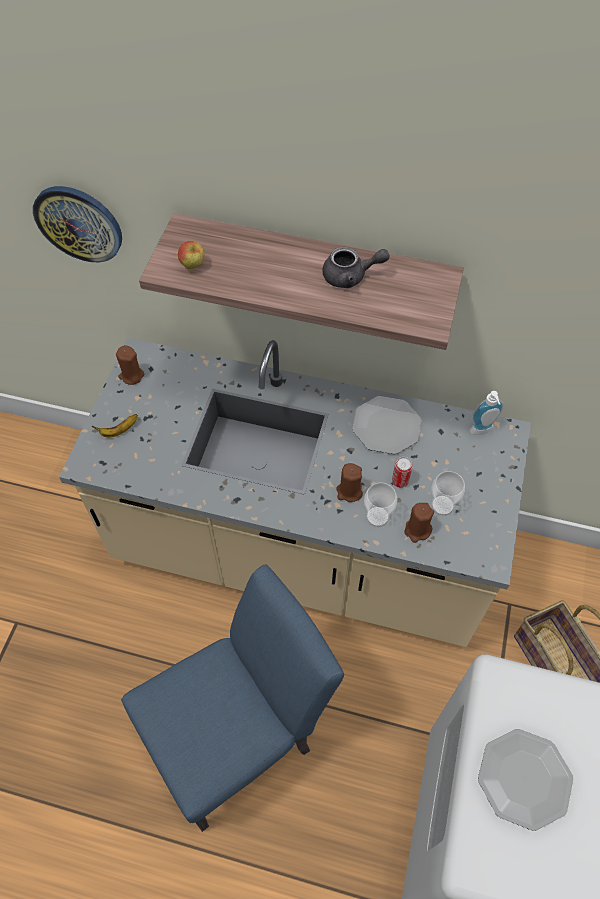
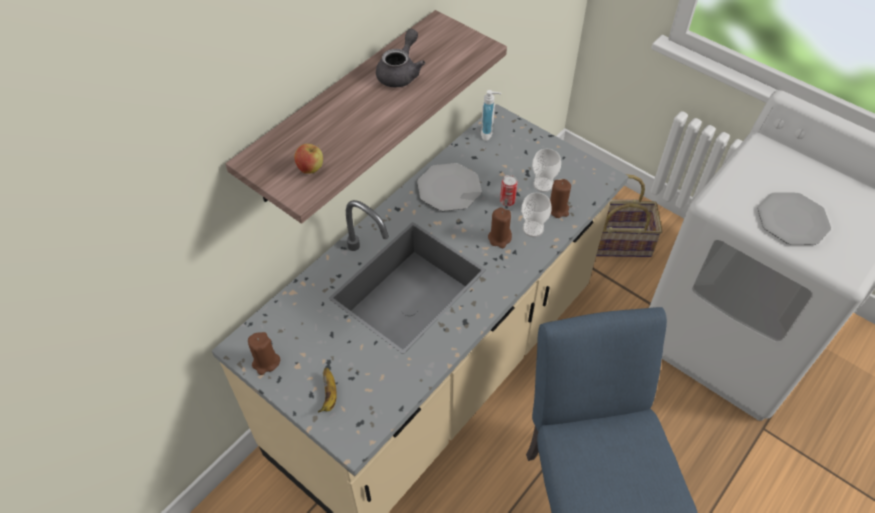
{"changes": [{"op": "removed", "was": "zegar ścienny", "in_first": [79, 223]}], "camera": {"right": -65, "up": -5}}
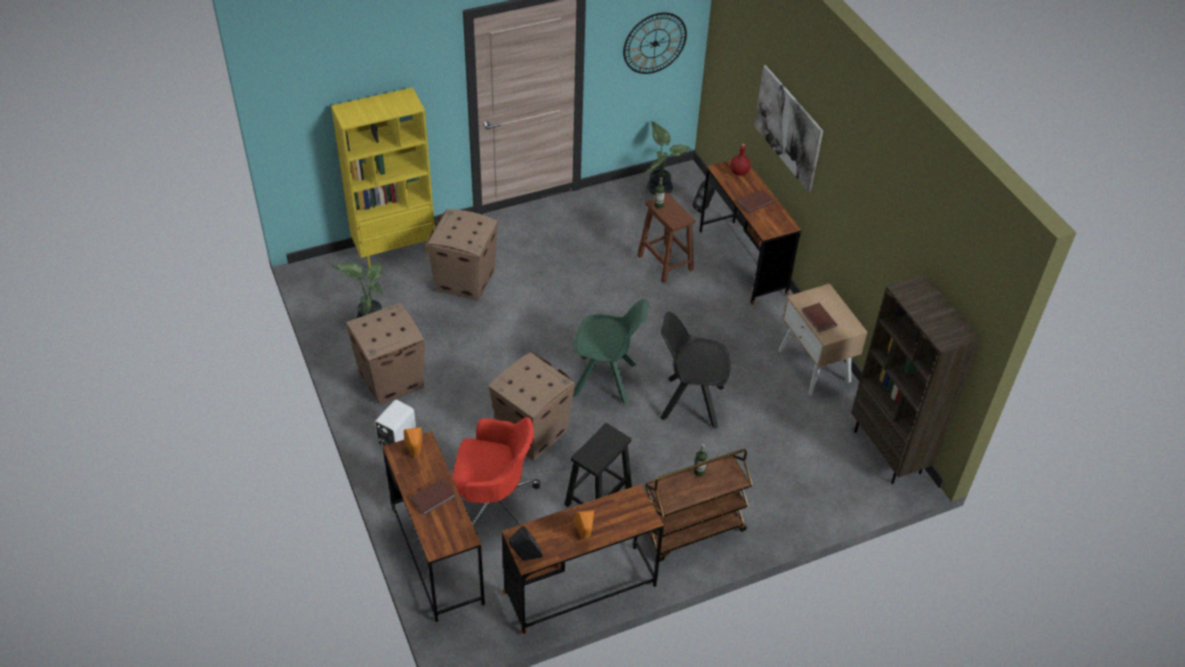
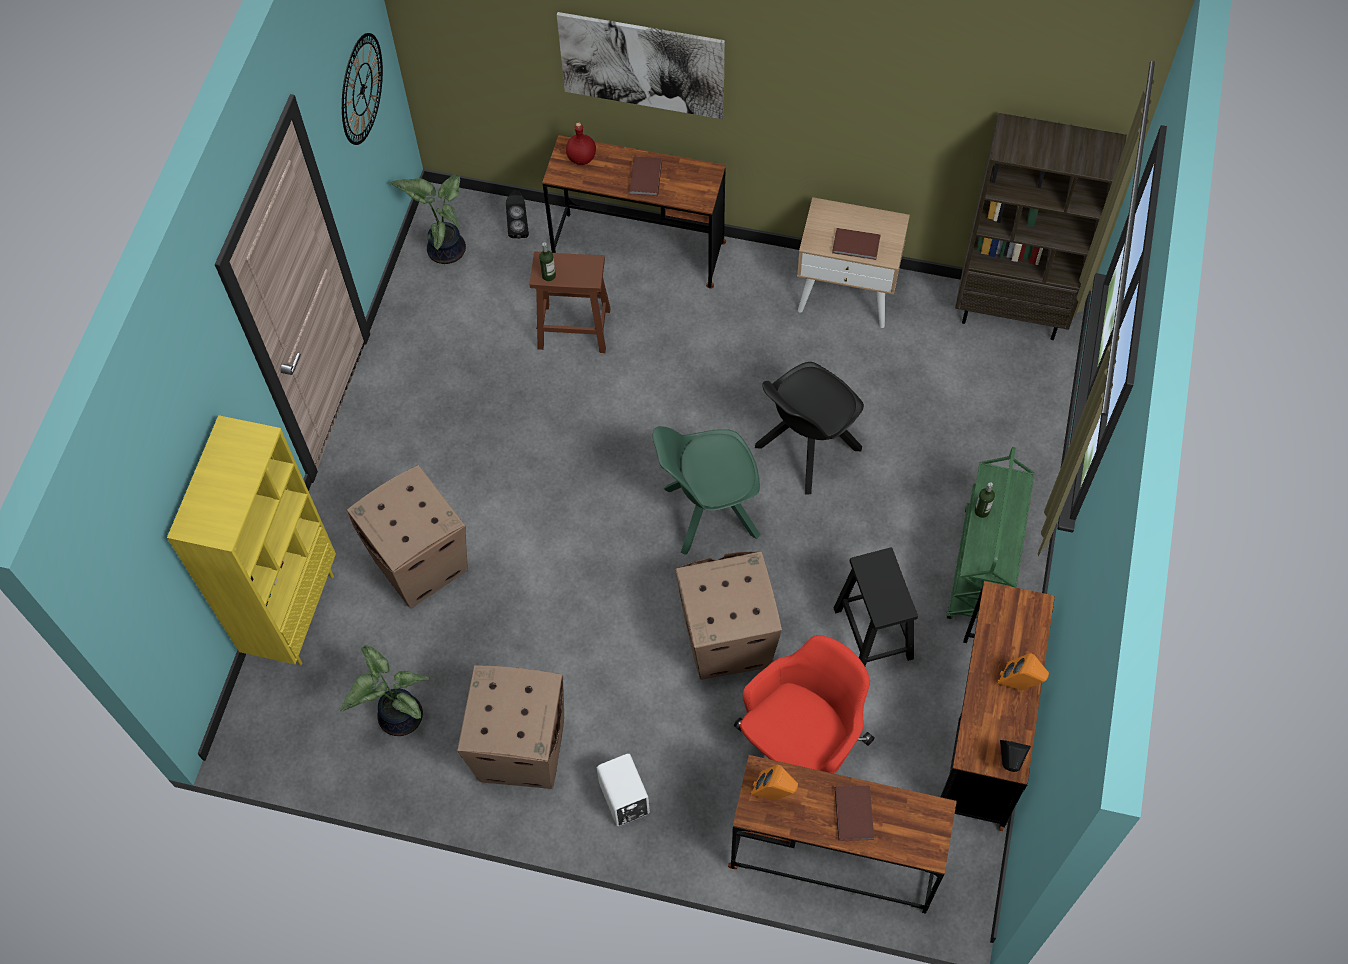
{"changes": [{"op": "turned", "was": "krzesło (zielony)", "in_first": [606, 380], "in_second": [708, 512], "clockwise": -150}, {"op": "recoloured", "was": "wózek (brązowy)", "now": "wózek (zielony)", "in_first": [692, 531], "in_second": [983, 569]}], "camera": {"right": -50, "up": 15}}
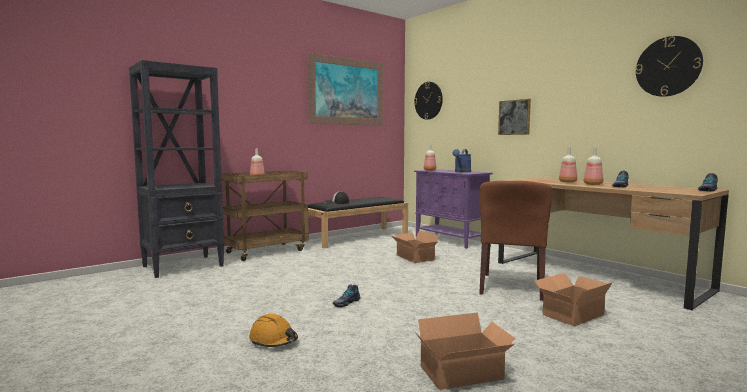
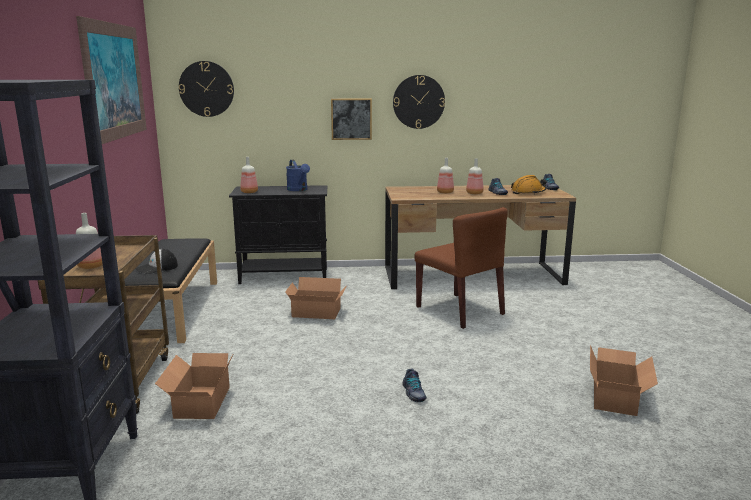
{"changes": [{"op": "moved", "was": "zegar ścienny", "in_first": [668, 66], "in_second": [418, 102]}, {"op": "recoloured", "was": "szafka (fioletowy)", "now": "szafka (czarny)", "in_first": [451, 240], "in_second": [285, 276]}, {"op": "moved", "was": "karton", "in_first": [570, 314], "in_second": [199, 403]}, {"op": "moved", "was": "kask (pomarańczowy)", "in_first": [273, 340], "in_second": [528, 192]}], "camera": {"right": -55, "up": 10}}
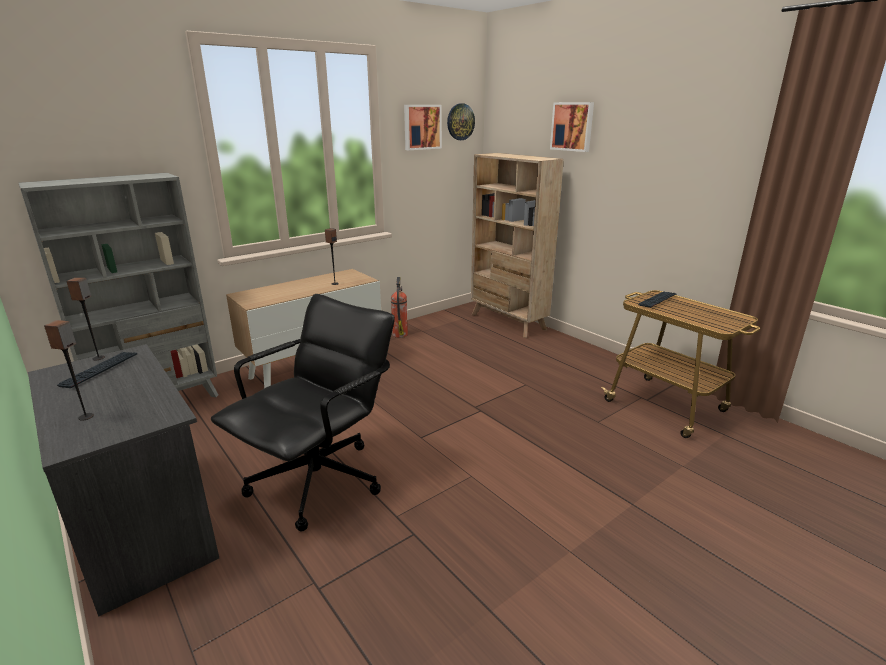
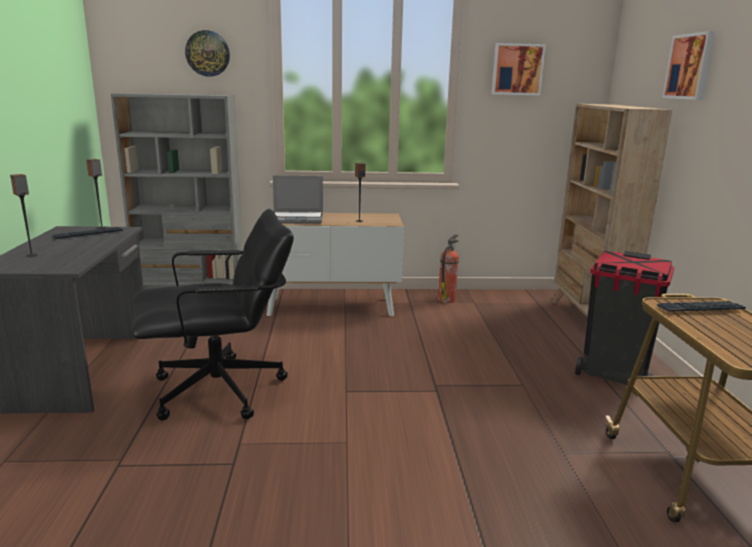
{"changes": [{"op": "moved", "was": "zegar ścienny", "in_first": [460, 122], "in_second": [207, 53]}, {"op": "added", "now": "laptop", "in_second": [298, 219]}, {"op": "added", "now": "kosz na śmieci (czarny)", "in_second": [614, 375]}], "camera": {"right": 35, "up": -5}}
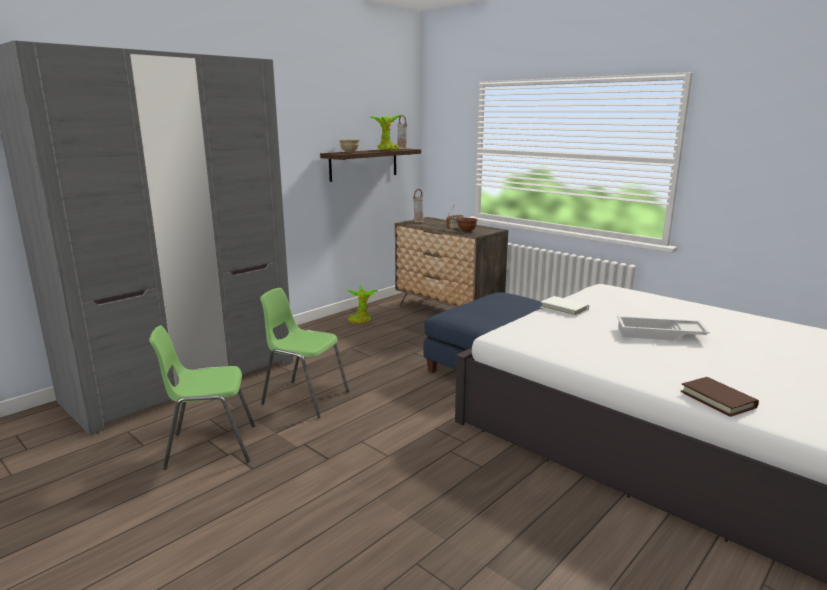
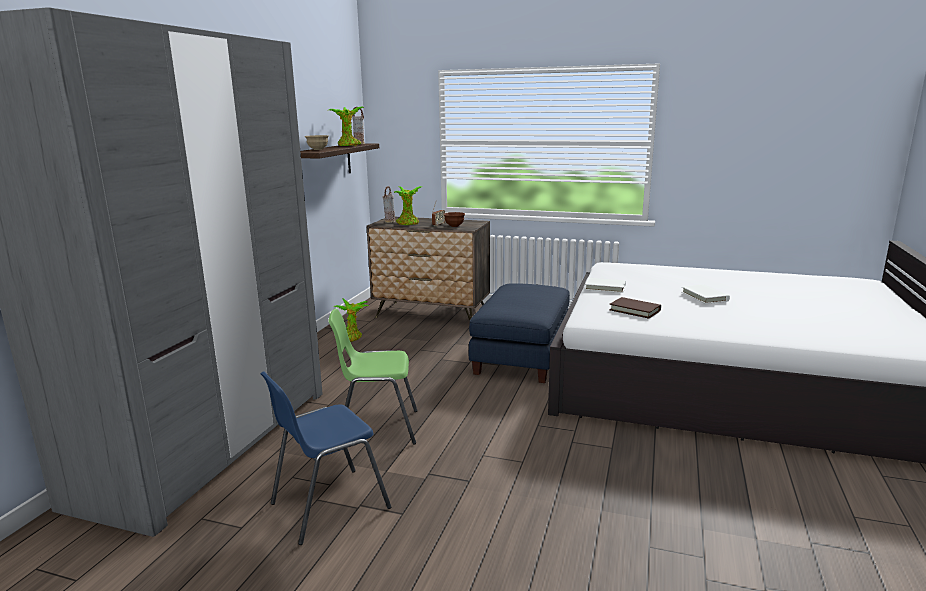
{"changes": [{"op": "replaced", "was": "taca (biały)", "now": "książka (biały)", "in_first": [659, 334], "in_second": [704, 296]}, {"op": "recoloured", "was": "krzesło (zielony)", "now": "krzesło (niebieski)", "in_first": [210, 447], "in_second": [328, 505]}, {"op": "moved", "was": "książka (brązowy)", "in_first": [717, 399], "in_second": [634, 310]}, {"op": "added", "now": "roślina doniczkowa", "in_second": [408, 224]}], "camera": {"right": -25, "up": 0}}
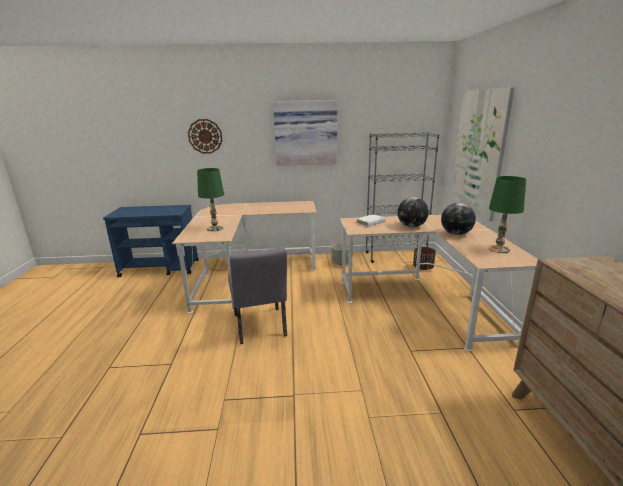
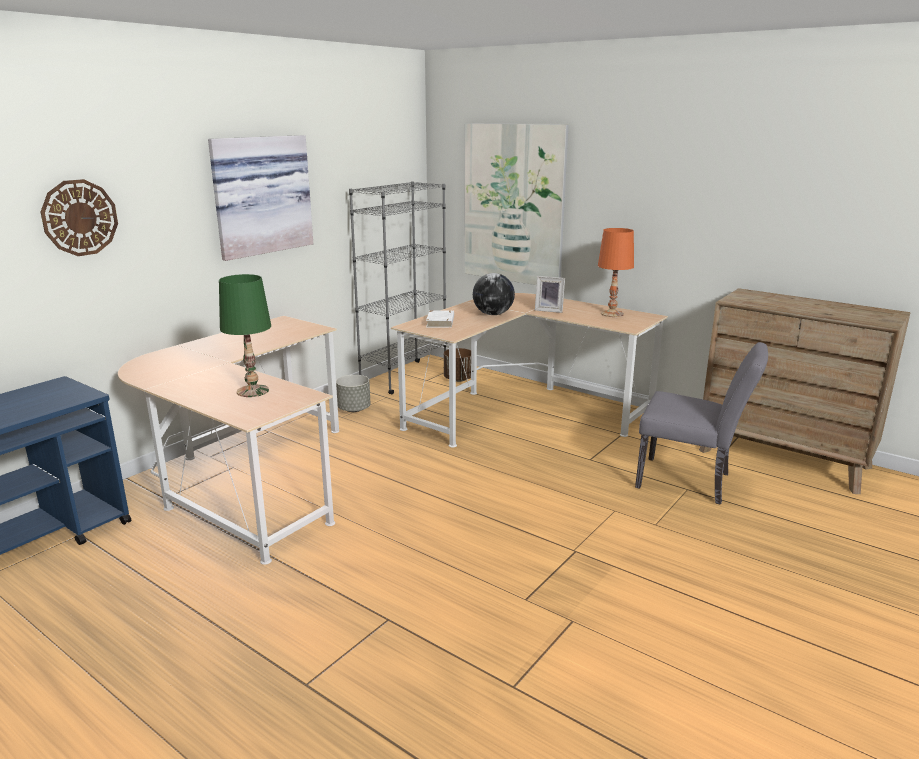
{"changes": [{"op": "recoloured", "was": "lampa stołowa (zielony)", "now": "lampa stołowa (pomarańczowy)", "in_first": [499, 249], "in_second": [612, 314]}, {"op": "replaced", "was": "globus", "now": "ramka na zdjęcie", "in_first": [456, 234], "in_second": [549, 310]}, {"op": "moved", "was": "krzesło (szary)", "in_first": [260, 328], "in_second": [691, 482]}], "camera": {"right": -50, "up": 0}}
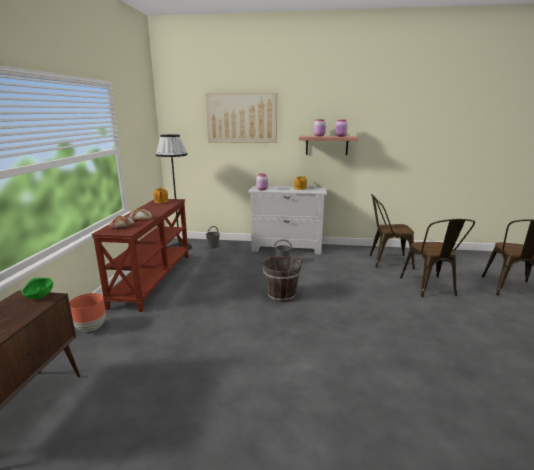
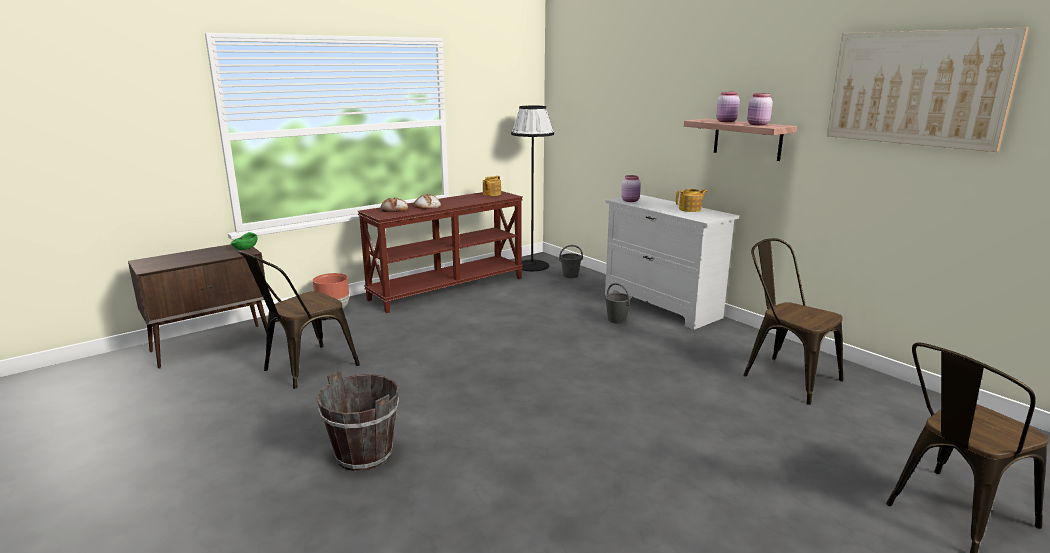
{"changes": [{"op": "moved", "was": "obraz", "in_first": [241, 118], "in_second": [916, 88]}, {"op": "moved", "was": "krzesło (brązowy)", "in_first": [430, 288], "in_second": [304, 369]}, {"op": "moved", "was": "wiadro (brązowy)", "in_first": [281, 295], "in_second": [364, 454]}], "camera": {"right": 45, "up": 0}}
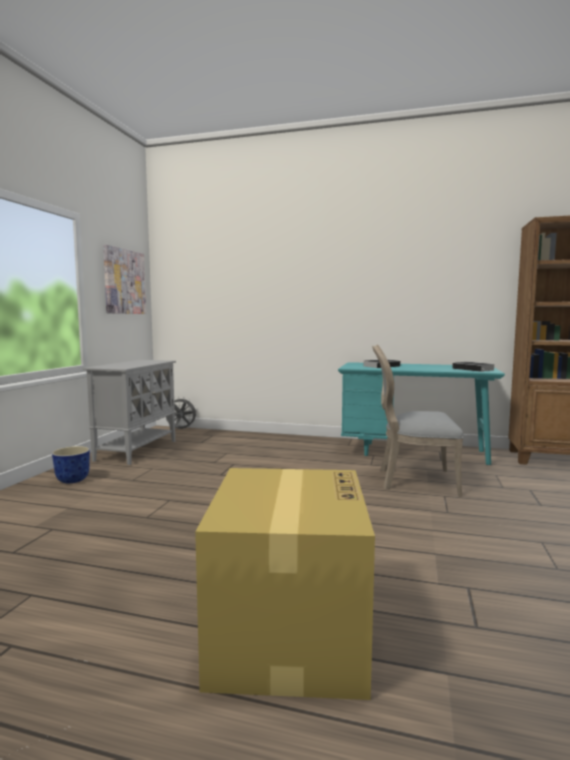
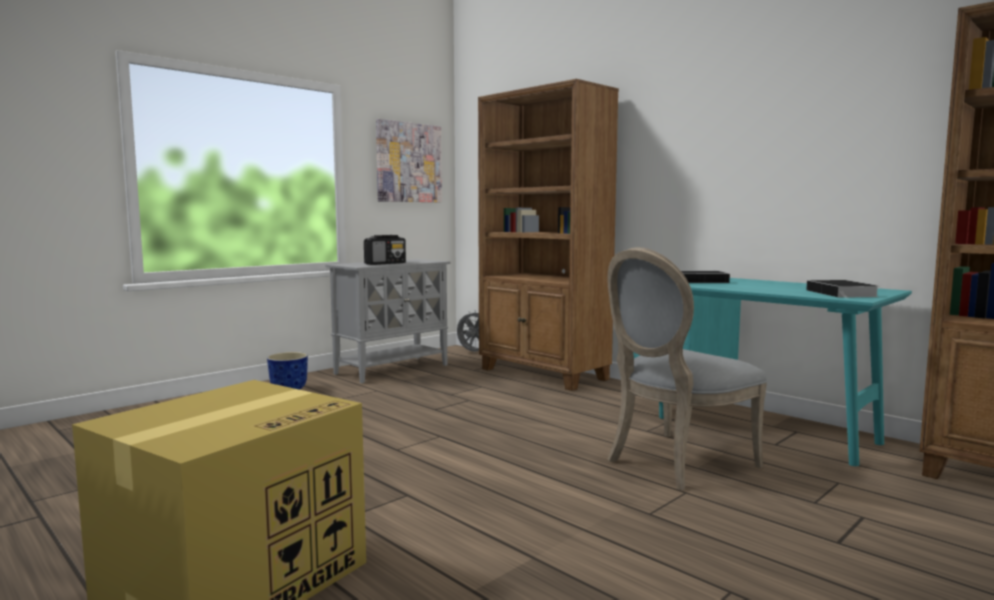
{"changes": [{"op": "turned", "was": "krzesło (szary)", "in_first": [413, 480], "in_second": [675, 463], "clockwise": -75}, {"op": "added", "now": "regał (brązowy)", "in_second": [543, 374]}, {"op": "added", "now": "radio", "in_second": [385, 263]}], "camera": {"right": 30, "up": 0}}
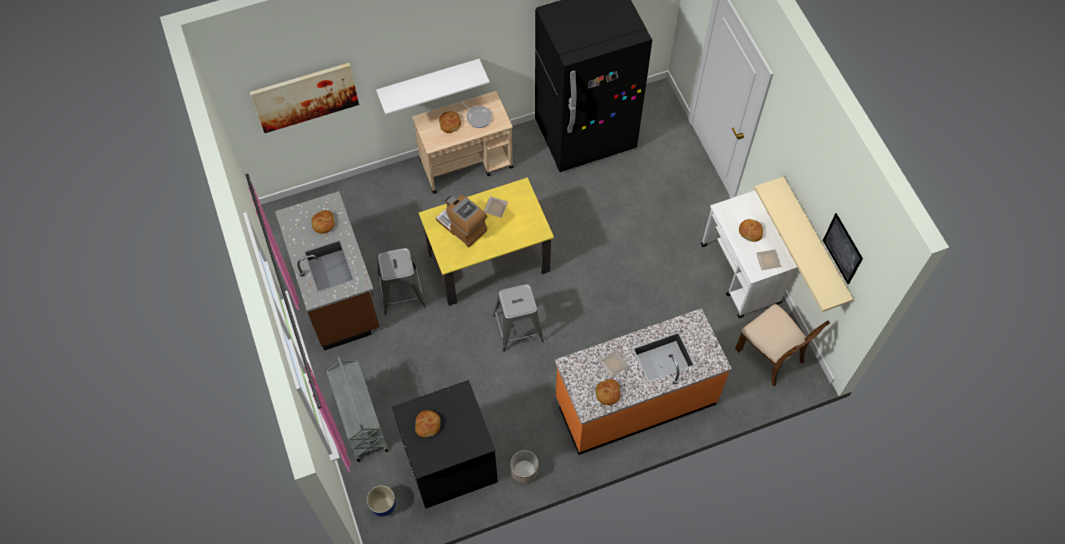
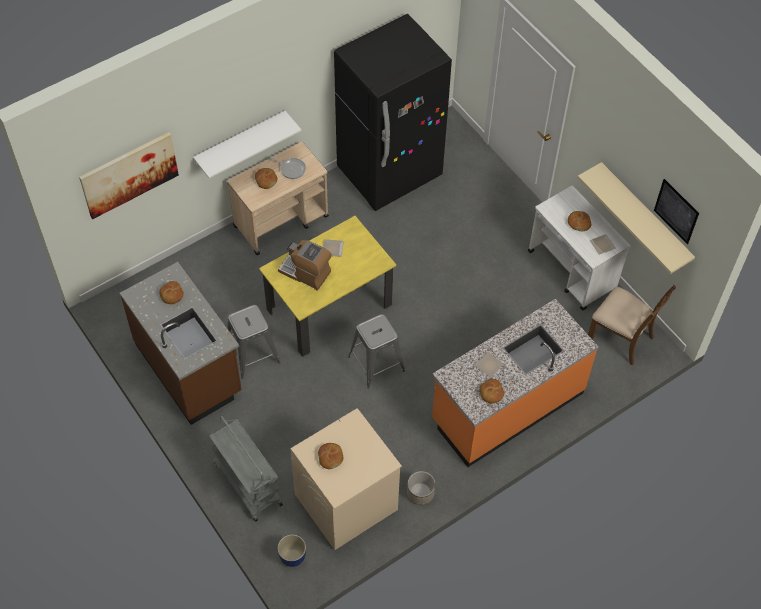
{"changes": [{"op": "recoloured", "was": "pralka (czarny)", "now": "pralka (beżowy)", "in_first": [449, 463], "in_second": [345, 503]}], "camera": {"right": -15, "up": -5}}
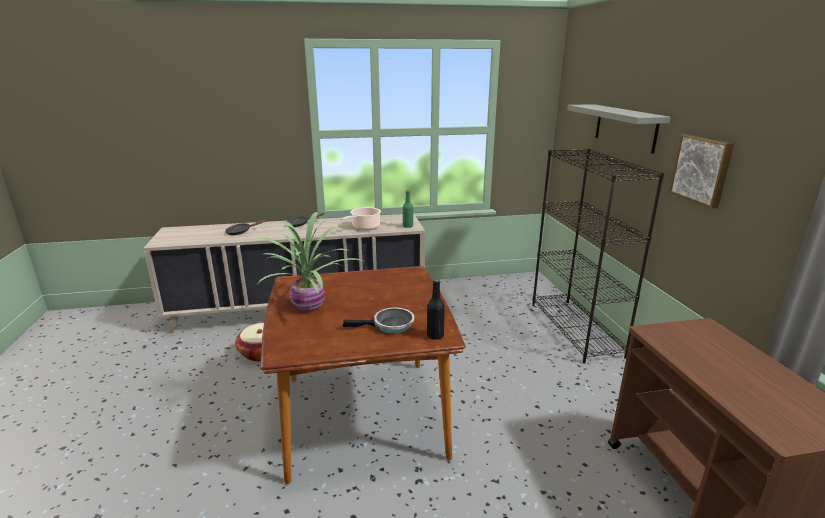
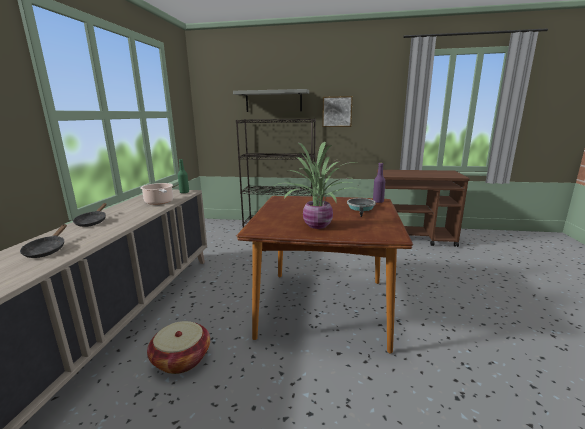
{"changes": [{"op": "recoloured", "was": "butelka (czarny)", "now": "butelka (fioletowy)", "in_first": [435, 336], "in_second": [378, 201]}], "camera": {"right": -70, "up": -5}}
